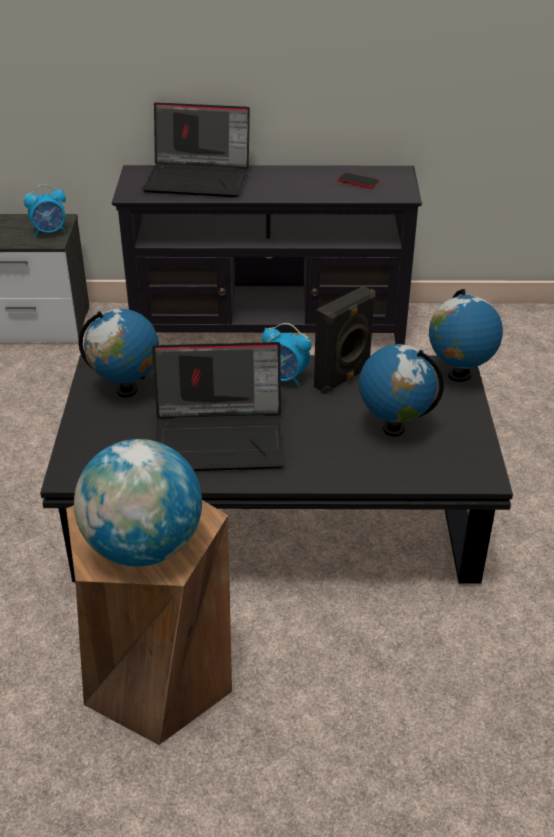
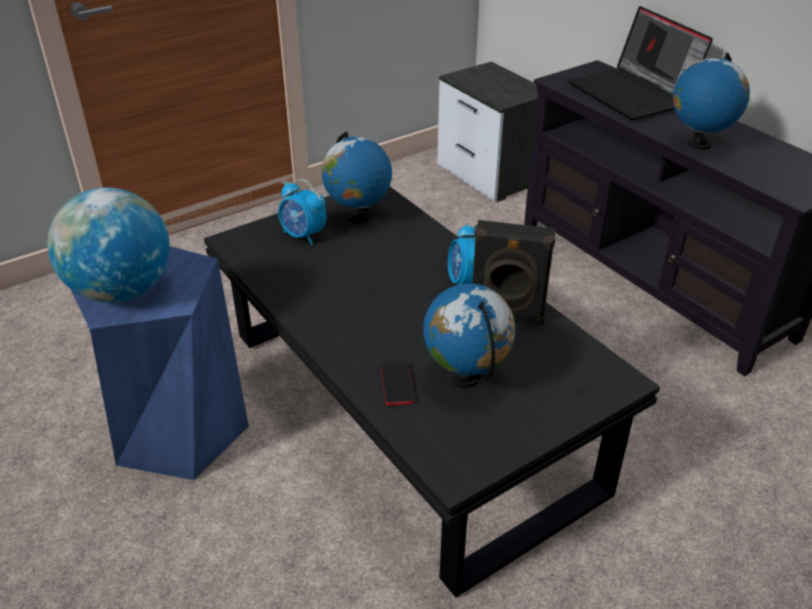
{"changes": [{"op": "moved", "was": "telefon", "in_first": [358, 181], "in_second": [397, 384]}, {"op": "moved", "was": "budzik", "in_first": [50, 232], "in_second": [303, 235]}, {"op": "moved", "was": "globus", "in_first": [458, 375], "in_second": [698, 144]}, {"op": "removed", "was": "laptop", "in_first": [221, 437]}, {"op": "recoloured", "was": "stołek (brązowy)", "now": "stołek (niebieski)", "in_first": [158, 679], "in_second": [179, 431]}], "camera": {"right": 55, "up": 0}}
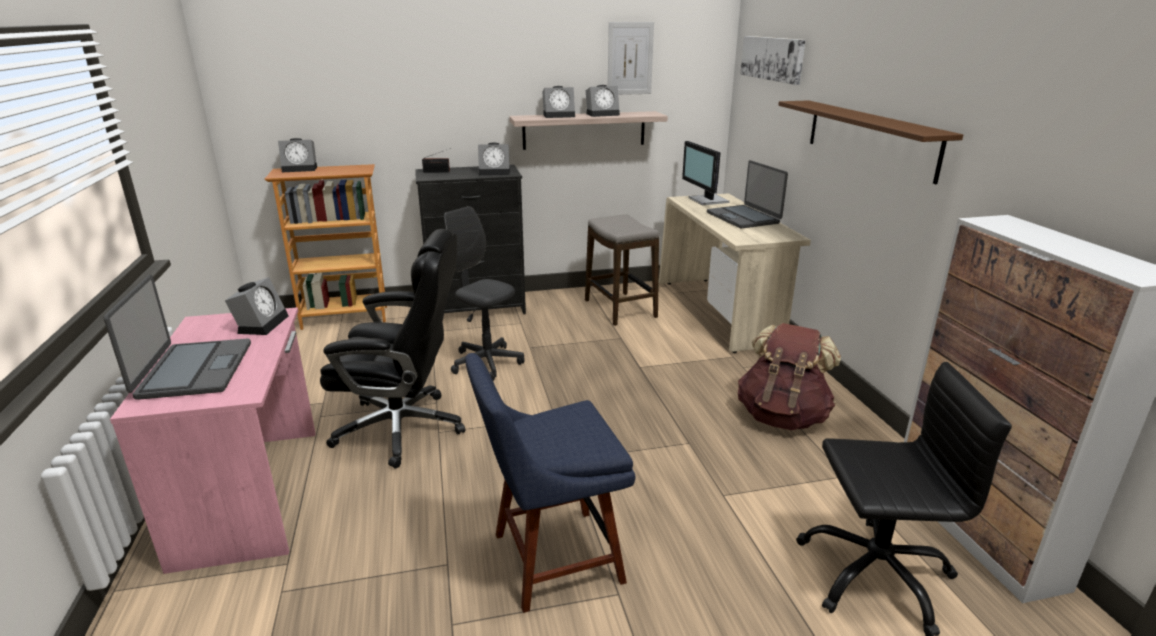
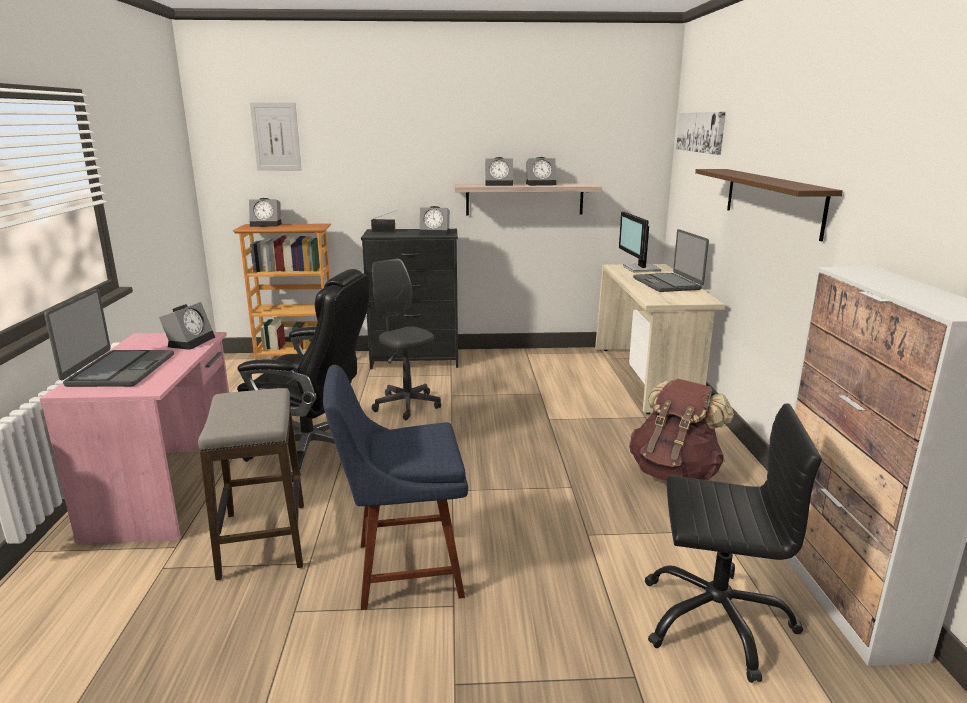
{"changes": [{"op": "moved", "was": "obraz", "in_first": [630, 58], "in_second": [276, 136]}, {"op": "moved", "was": "stołek", "in_first": [620, 309], "in_second": [263, 540]}], "camera": {"right": 10, "up": -5}}
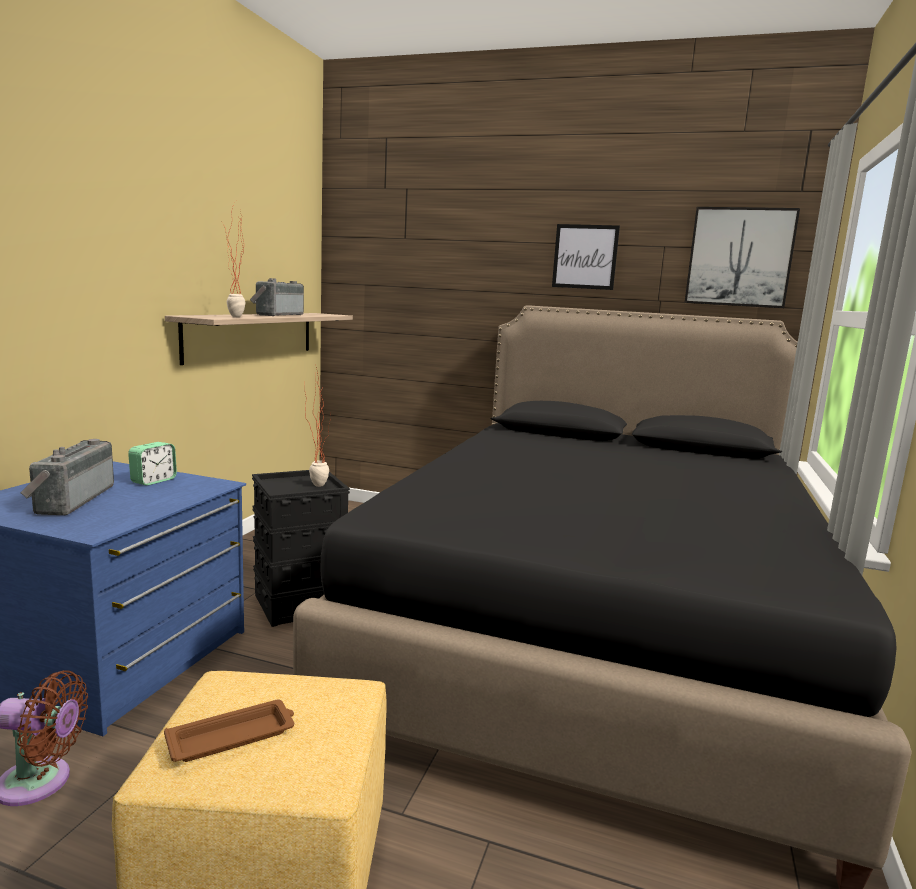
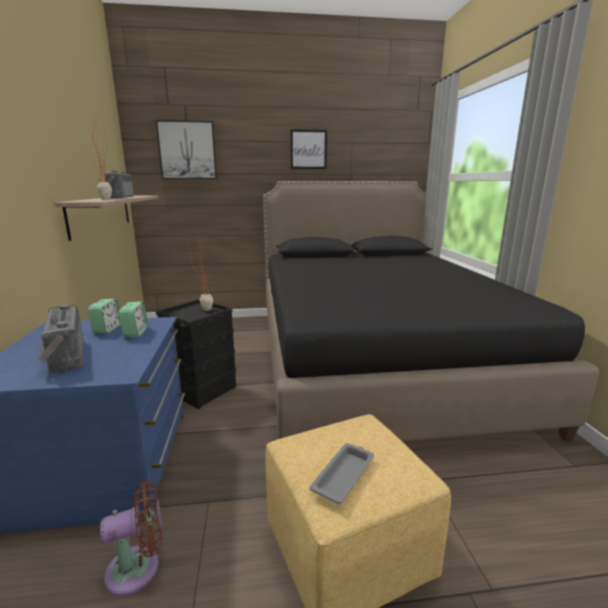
{"changes": [{"op": "moved", "was": "obraz", "in_first": [739, 257], "in_second": [187, 150]}, {"op": "recoloured", "was": "taca (brązowy)", "now": "taca (szary)", "in_first": [233, 737], "in_second": [344, 475]}, {"op": "added", "now": "budzik", "in_second": [135, 332]}], "camera": {"right": -25, "up": 5}}
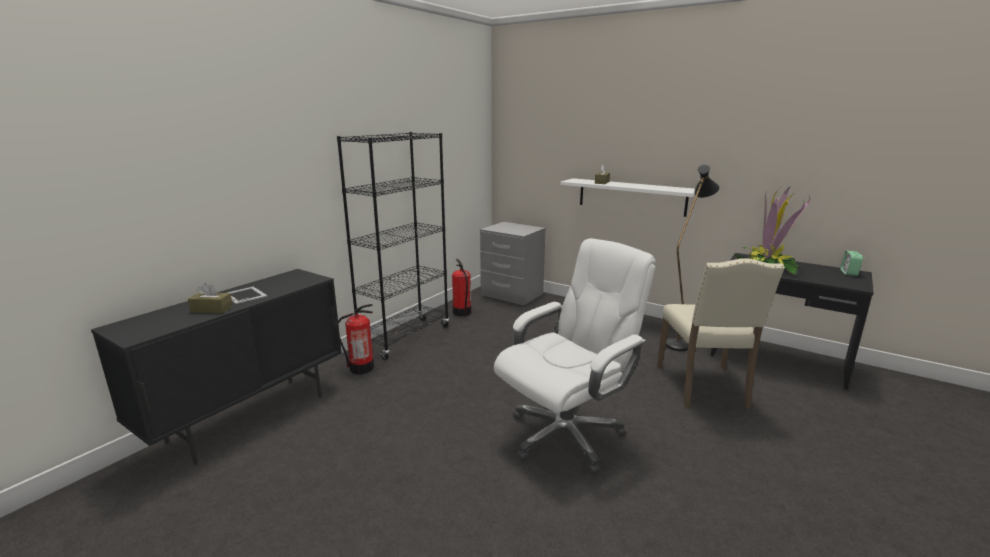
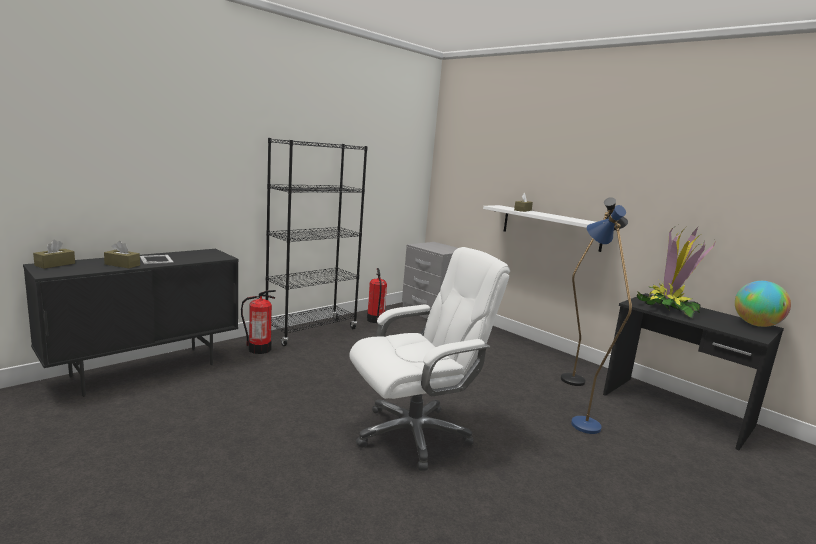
{"changes": [{"op": "replaced", "was": "budzik", "now": "globus", "in_first": [849, 273], "in_second": [756, 325]}, {"op": "replaced", "was": "krzesło (beżowy)", "now": "lampa stojąca (niebieski)", "in_first": [704, 387], "in_second": [579, 420]}, {"op": "added", "now": "pudełko chusteczek (brązowy)", "in_second": [55, 264]}], "camera": {"right": 10, "up": -5}}
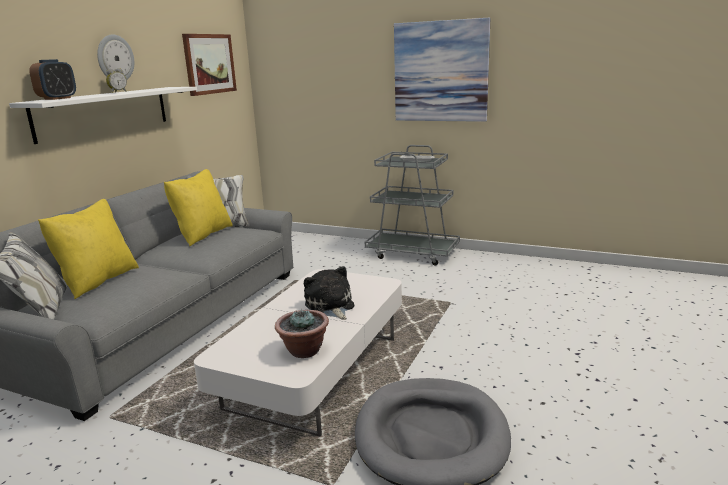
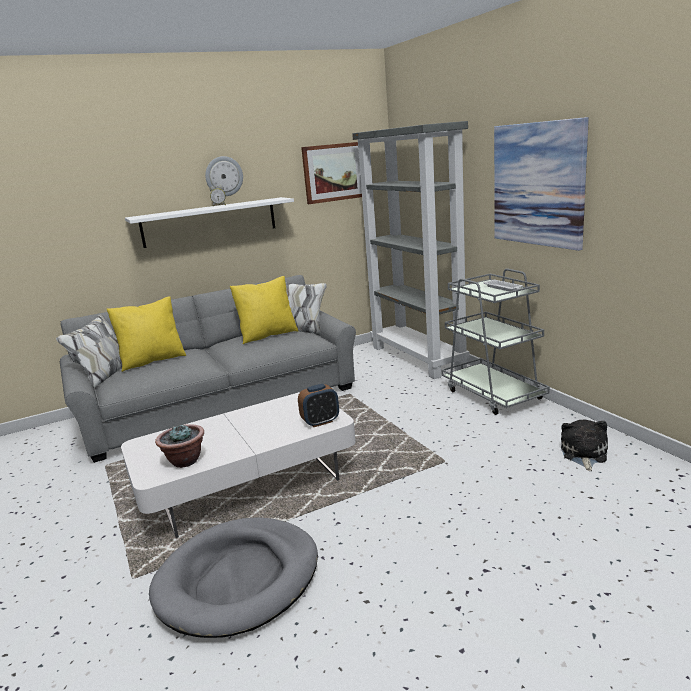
{"changes": [{"op": "moved", "was": "budzik", "in_first": [57, 98], "in_second": [320, 422]}, {"op": "moved", "was": "pluszak", "in_first": [330, 306], "in_second": [583, 454]}, {"op": "added", "now": "regał (szary)", "in_second": [418, 358]}], "camera": {"right": 40, "up": 0}}
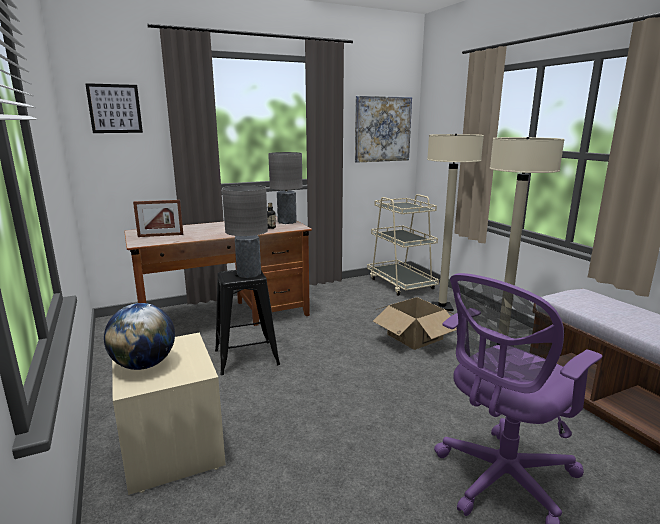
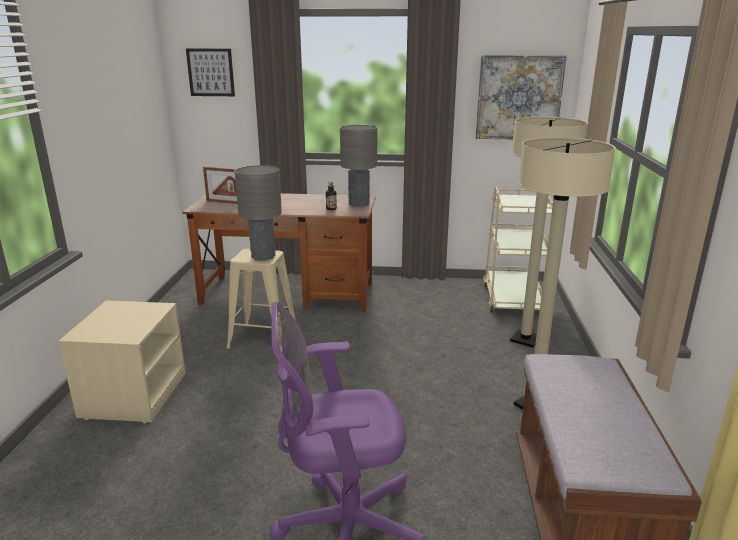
{"changes": [{"op": "recoloured", "was": "stołek (czarny)", "now": "stołek (beżowy)", "in_first": [247, 357], "in_second": [264, 338]}, {"op": "removed", "was": "karton", "in_first": [414, 336]}, {"op": "removed", "was": "globus", "in_first": [144, 365]}], "camera": {"right": 30, "up": 5}}
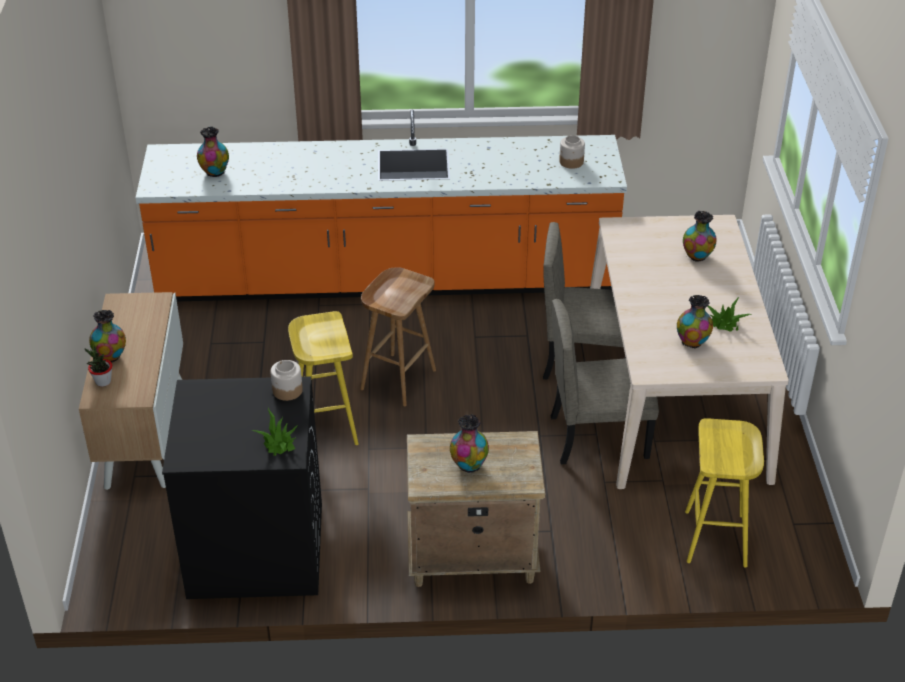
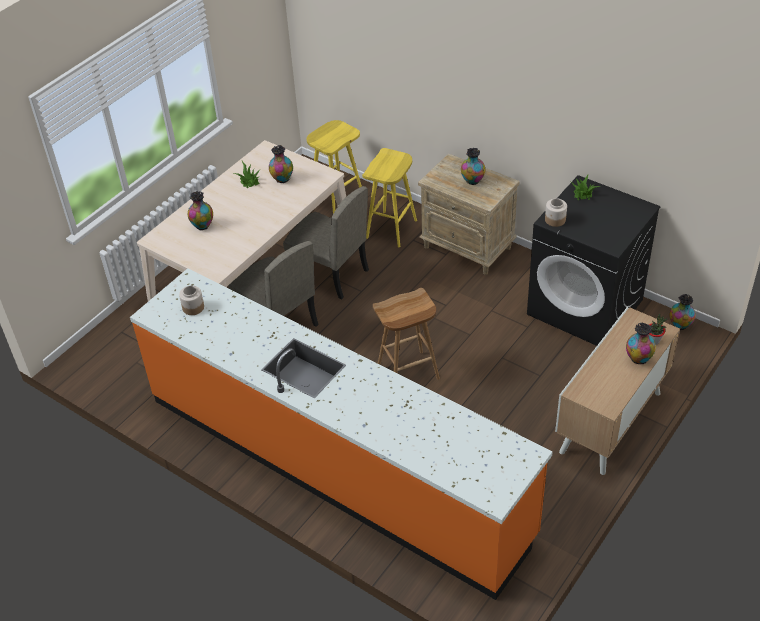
{"changes": [{"op": "moved", "was": "wazon", "in_first": [214, 172], "in_second": [680, 325]}, {"op": "moved", "was": "stołek (żółty)", "in_first": [325, 426], "in_second": [391, 229]}], "camera": {"right": -140, "up": 5}}
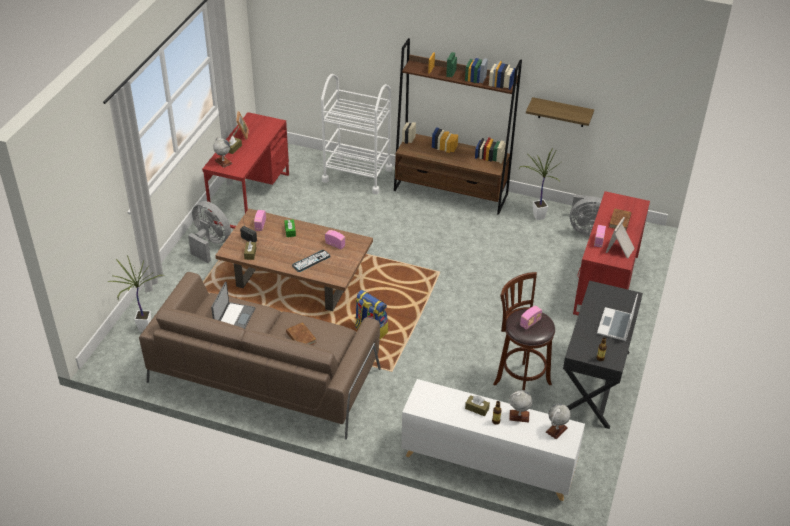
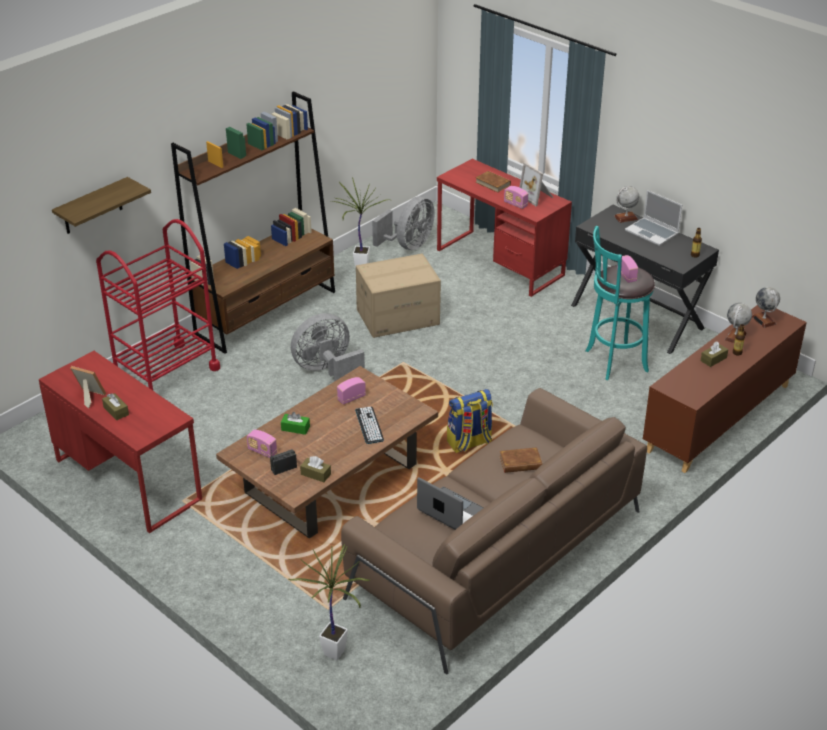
{"changes": [{"op": "recoloured", "was": "wózek (biały)", "now": "wózek (czerwony)", "in_first": [357, 175], "in_second": [166, 373]}, {"op": "moved", "was": "półka", "in_first": [561, 112], "in_second": [92, 206]}, {"op": "moved", "was": "globus", "in_first": [223, 162], "in_second": [625, 218]}, {"op": "moved", "was": "wentylator (szary)", "in_first": [210, 244], "in_second": [327, 371]}, {"op": "recoloured", "was": "stołek (brązowy)", "now": "stołek (turkusowy)", "in_first": [520, 382], "in_second": [613, 361]}, {"op": "recoloured", "was": "szafka (biały)", "now": "szafka (brązowy)", "in_first": [487, 463], "in_second": [718, 418]}, {"op": "added", "now": "karton", "in_second": [398, 316]}], "camera": {"right": -65, "up": -5}}
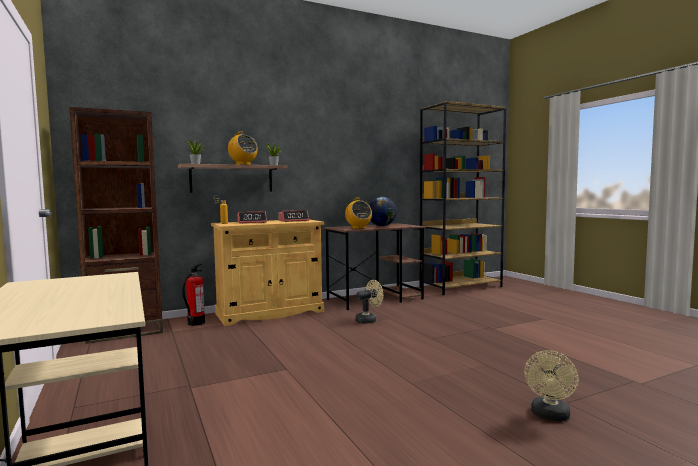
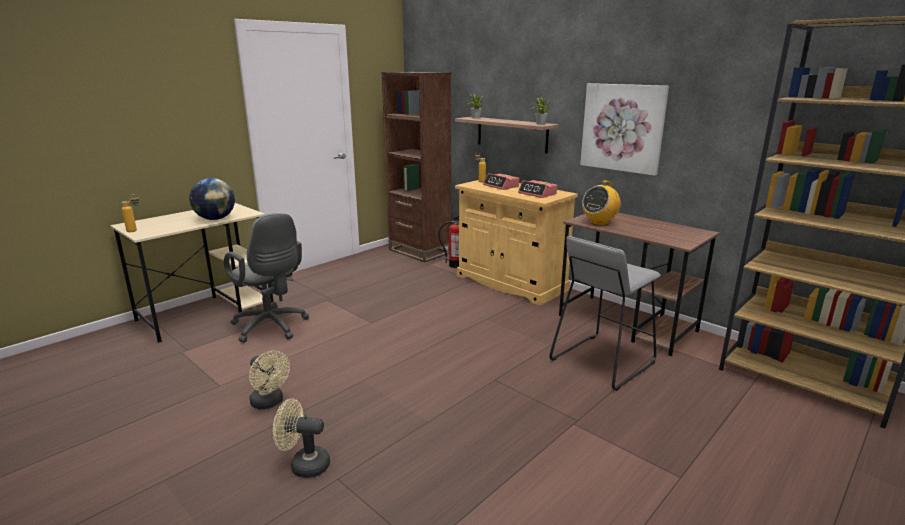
{"changes": [{"op": "removed", "was": "radio", "in_first": [243, 164]}, {"op": "moved", "was": "globus", "in_first": [381, 226], "in_second": [215, 219]}, {"op": "moved", "was": "wentylator (beżowy)", "in_first": [369, 320], "in_second": [270, 403]}, {"op": "added", "now": "obraz", "in_second": [623, 128]}, {"op": "added", "now": "butelka", "in_second": [136, 230]}, {"op": "added", "now": "krzesło biurowe (szary)", "in_second": [272, 327]}, {"op": "added", "now": "stołek (szary)", "in_second": [602, 361]}], "camera": {"right": 70, "up": 15}}
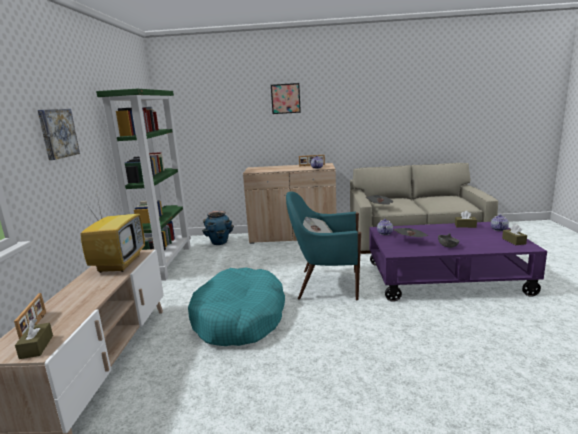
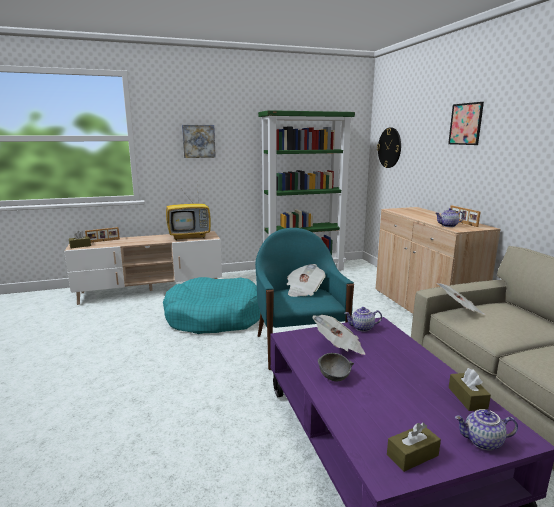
{"changes": [{"op": "removed", "was": "donica", "in_first": [219, 242]}, {"op": "added", "now": "zegar ścienny", "in_second": [389, 148]}], "camera": {"right": 70, "up": 0}}
